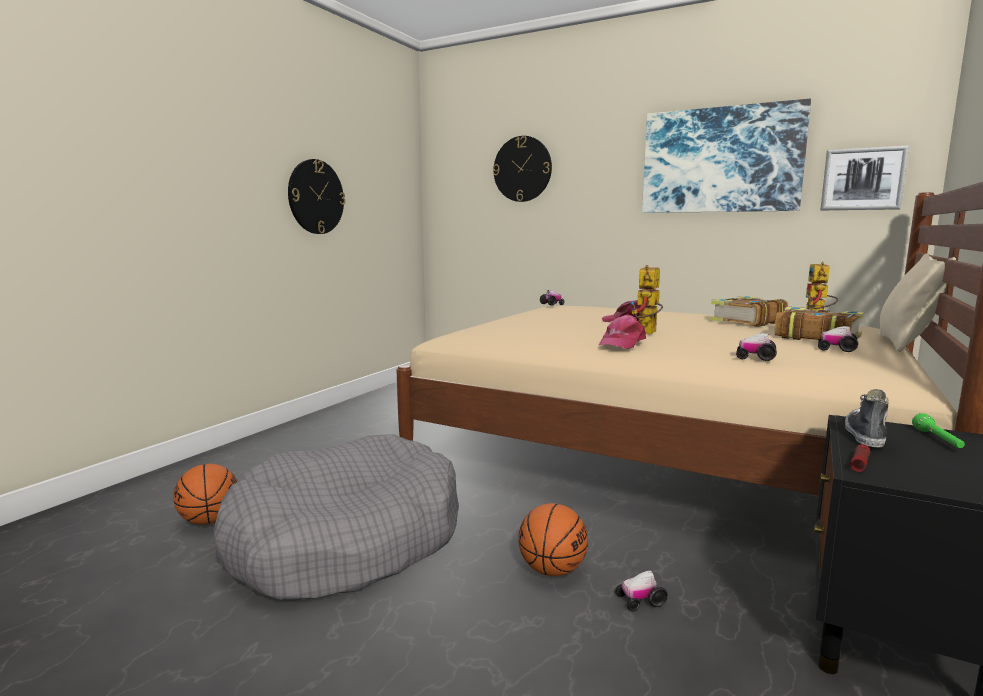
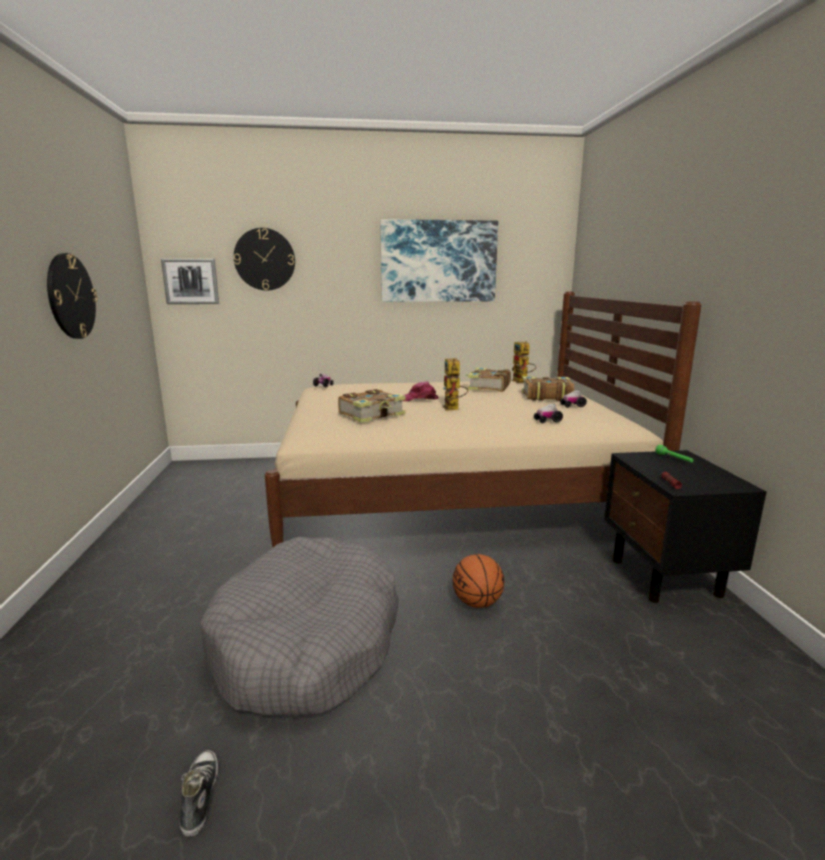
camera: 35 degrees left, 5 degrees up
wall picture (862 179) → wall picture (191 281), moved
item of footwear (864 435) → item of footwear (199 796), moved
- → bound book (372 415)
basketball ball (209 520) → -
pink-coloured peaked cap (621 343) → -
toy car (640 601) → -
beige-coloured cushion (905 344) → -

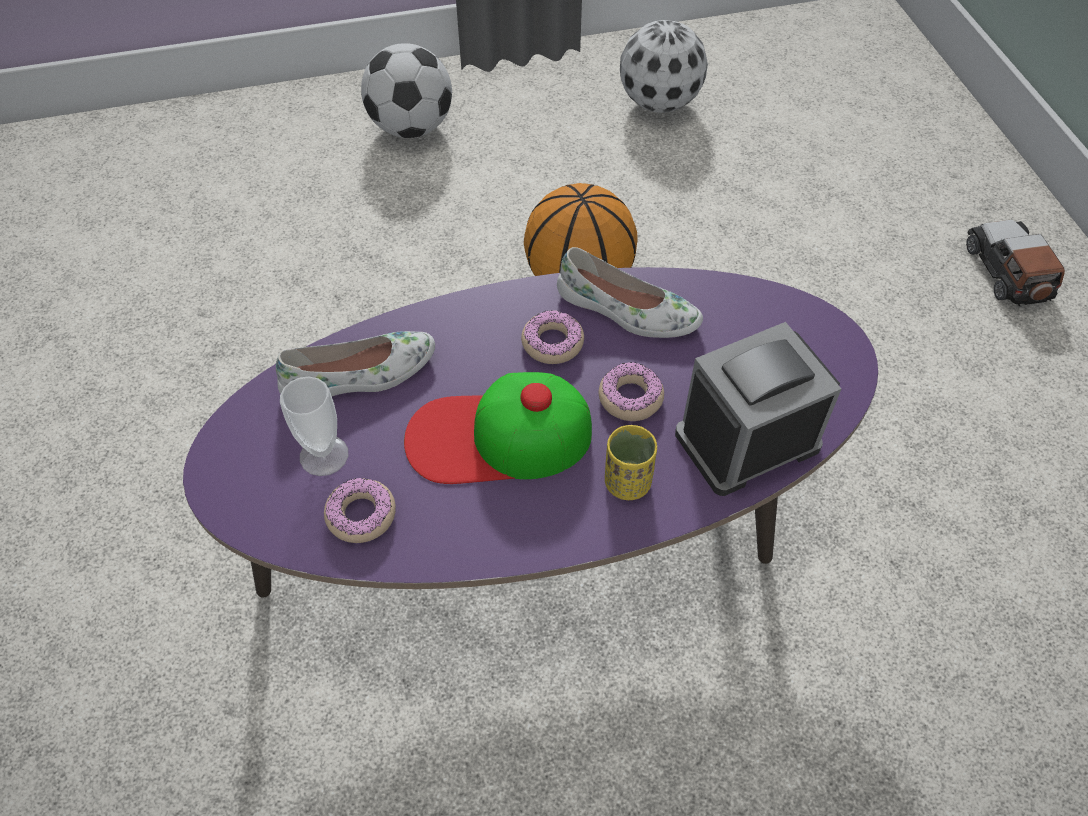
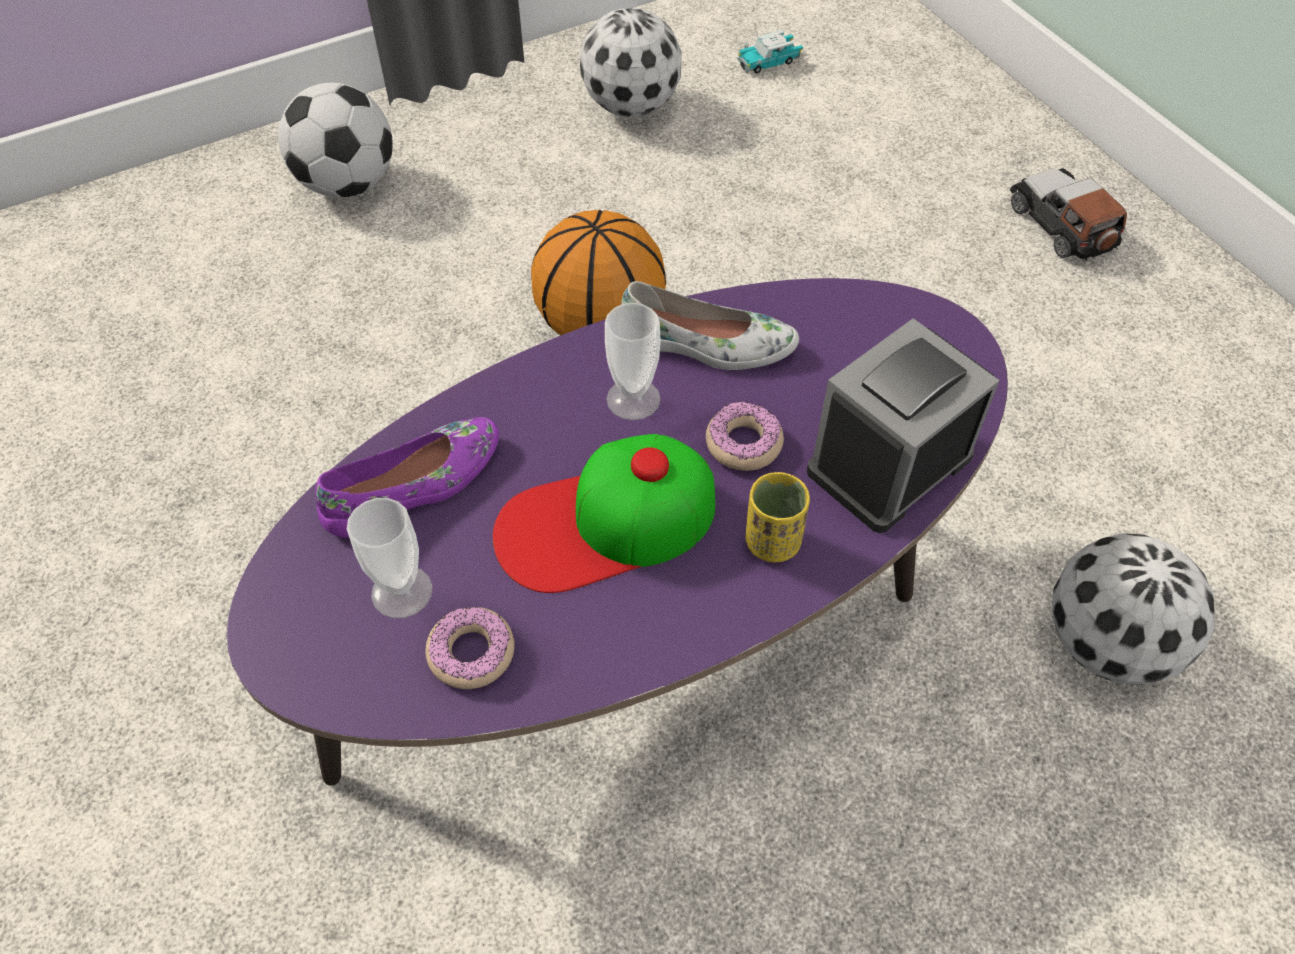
camera: 15 degrees left, 0 degrees up
whitish item of footwear (360 376) → purple-coloured item of footwear (415 486)
doughnut (552 343) → small cup (633 399)
- → toy car (769 62)
- → football (1108 645)

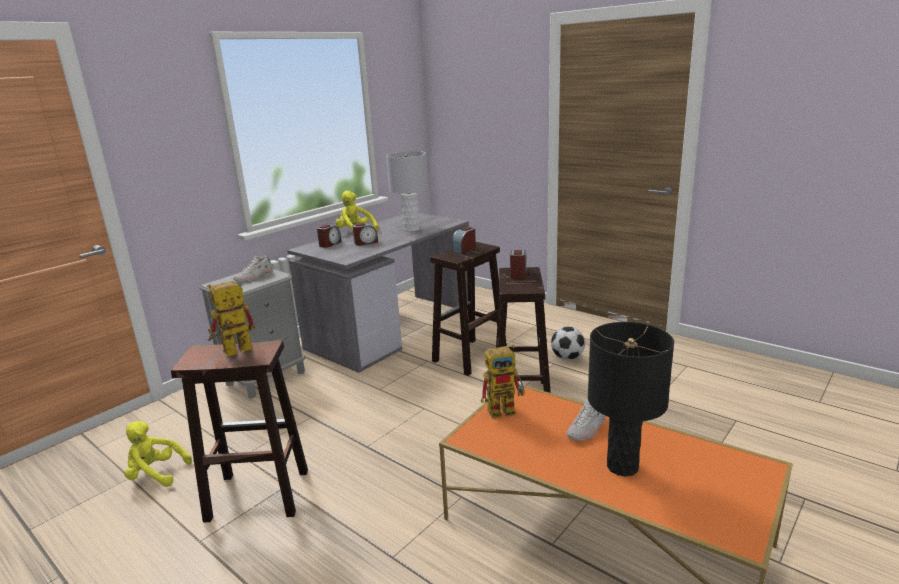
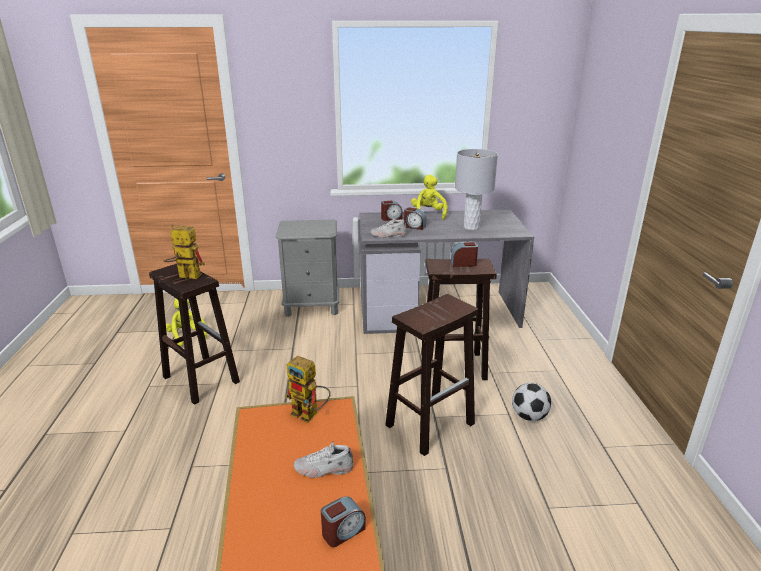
camera: 45 degrees right, 5 degrees up
table clock (518 273) → table clock (343 531), moved
whitish item of footwear (254 278) → whitish item of footwear (388 235), moved
black-coloured lamp for a table (621 466) → -

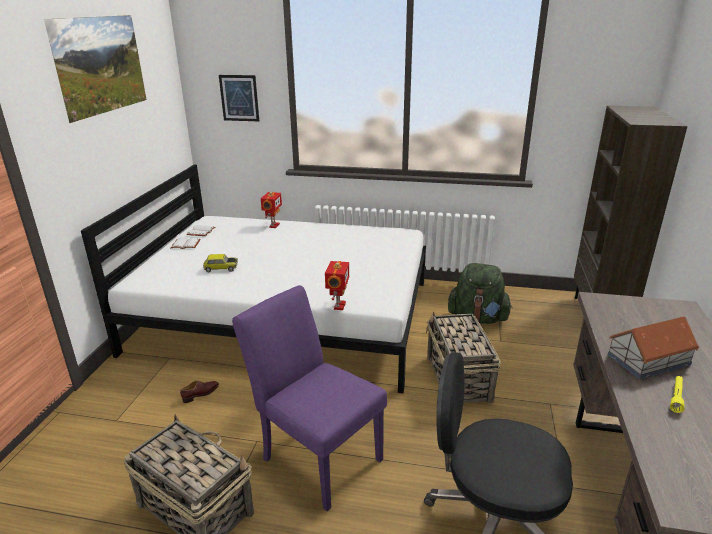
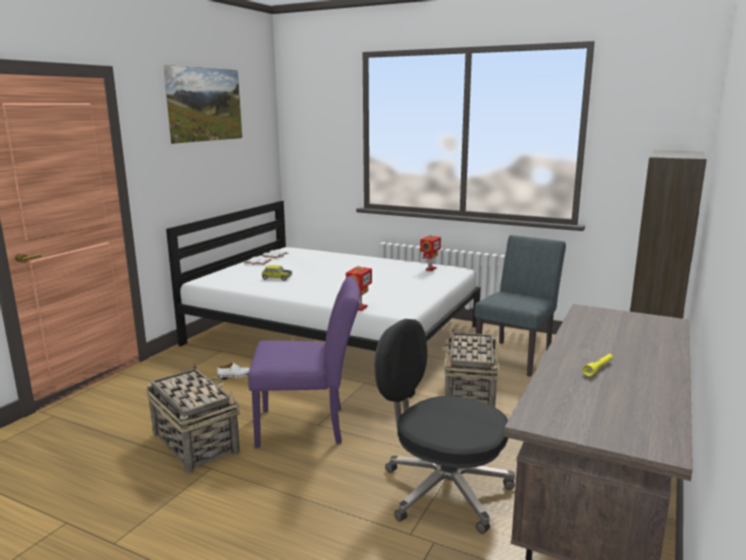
camera: 15 degrees right, 10 degrees down
brown-coloured item of footwear (201 394) → whitish item of footwear (235 376)
purple-coloured upright chair (315 455) → purple-coloured upright chair (309 426), 120 degrees clockwise
robot figure (273 225) → robot figure (430 269), moved
green-coloured backpack (477 318) → greyish upright chair (516 356)
wall picture (239 98) → -
model house (649 360) → -

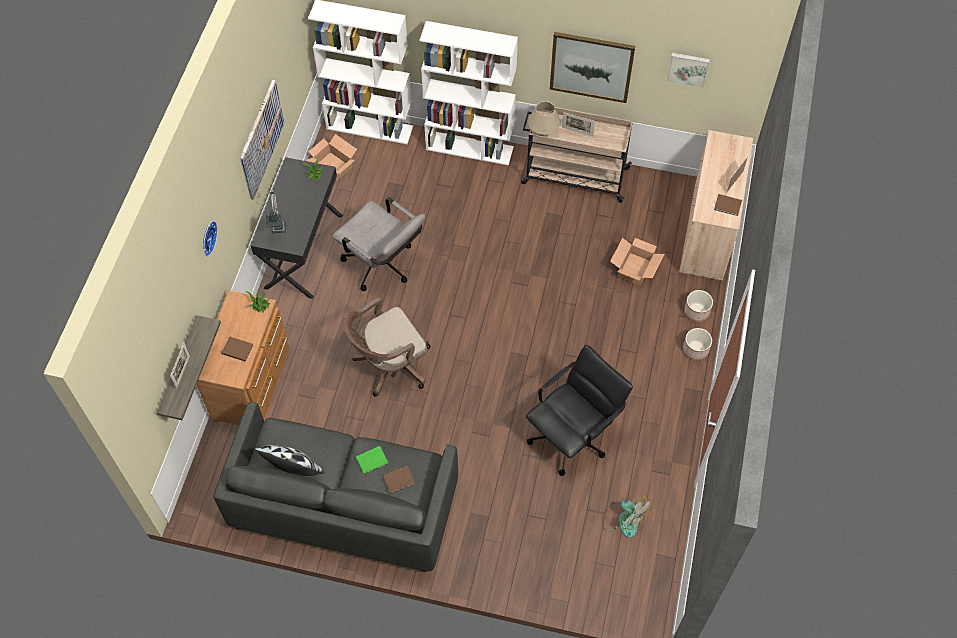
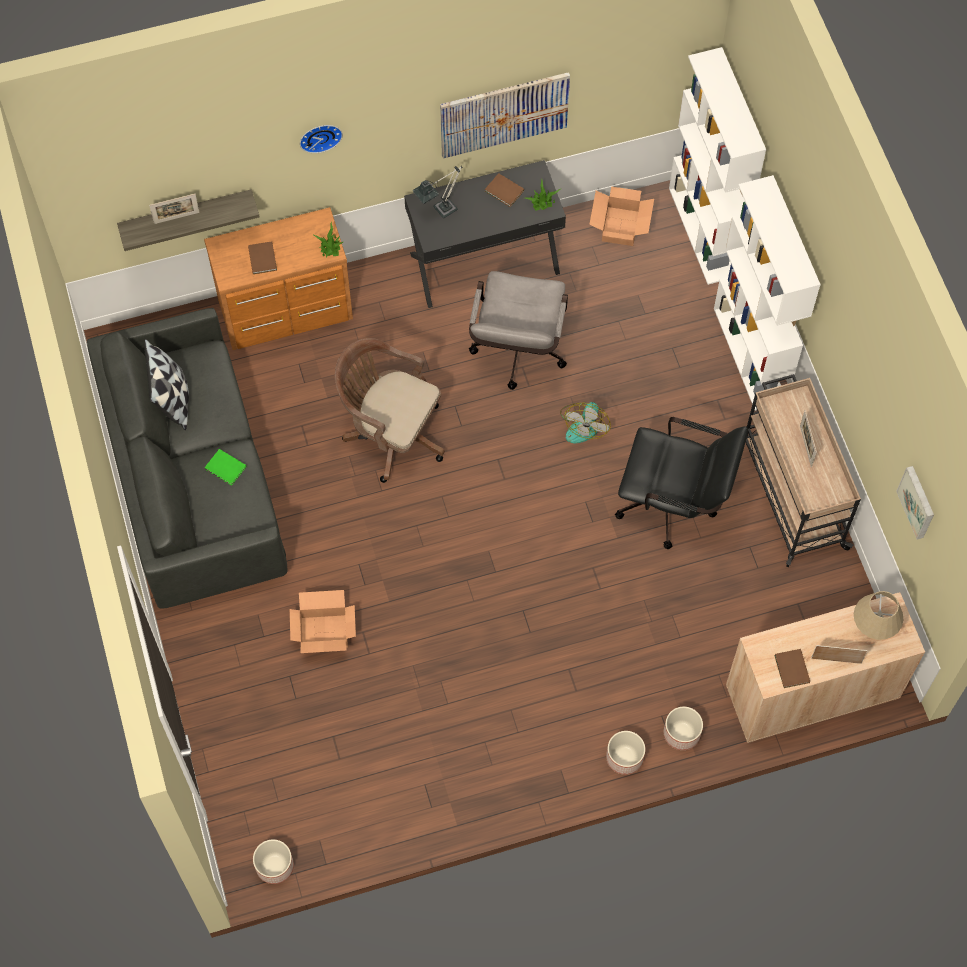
camera: 60 degrees right, 5 degrees up
- → planter (274 865)
carton (635 269) → carton (325 633), moved
brown-coloured bound book (399 480) → brown-coloured bound book (504 192), moved
electric fan (623 519) → electric fan (584 424), moved
black-coloured computer chair (573 435) → black-coloured computer chair (674 505), moved
beige-coloured lamp for a table (543 135) → beige-coloured lamp for a table (873 628), moved
wall picture (591 66) → -

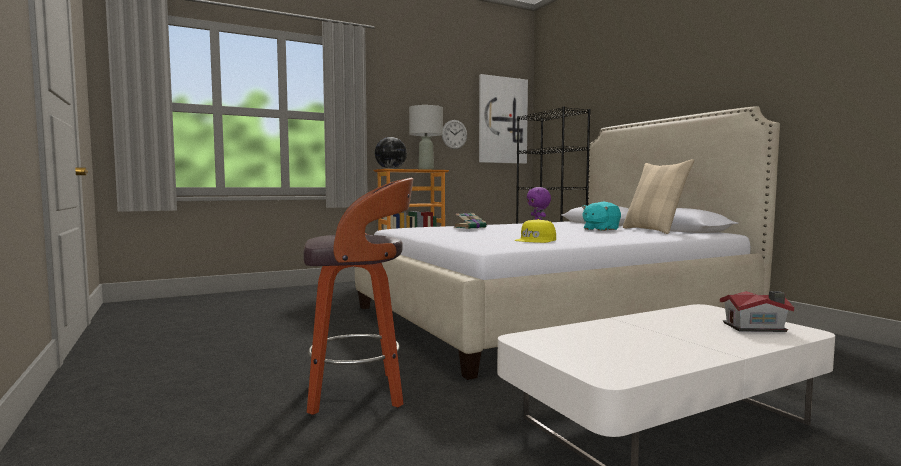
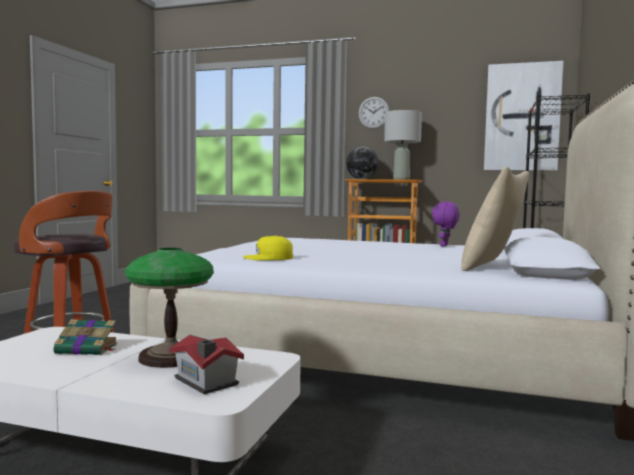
camera: 45 degrees right, 0 degrees up
bound book (470 227) → bound book (87 349), moved
- → lamp for a table (171 357)
clock on the wall (454 134) → clock on the wall (373 112), moved
turquoise-coloured plush toy (600 229) → -

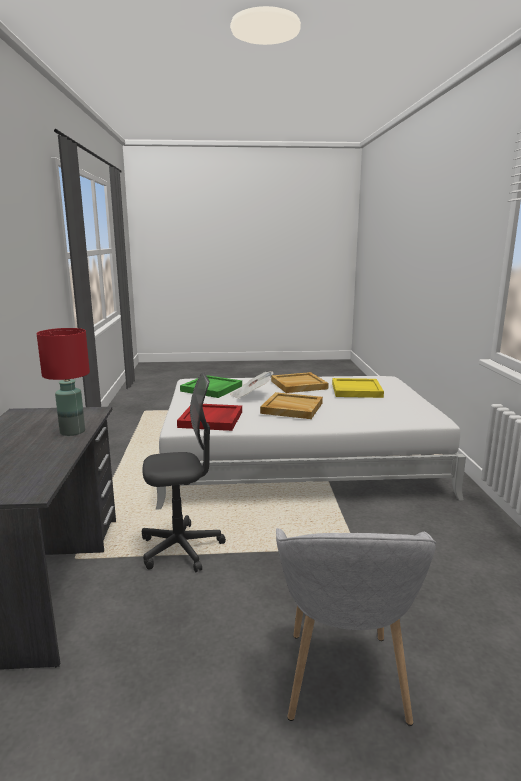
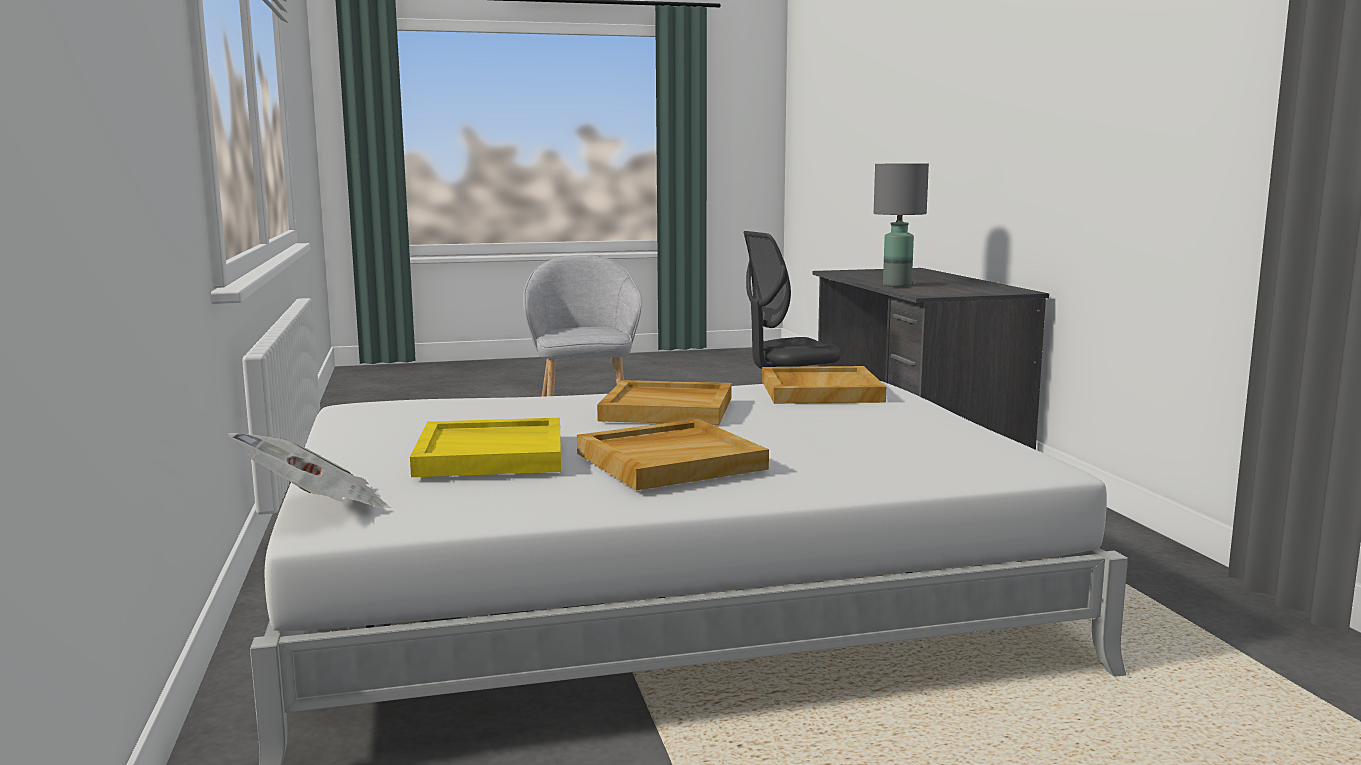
camera: 170 degrees right, 5 degrees down
newspaper (251 396) → newspaper (316 508), moved
reddish carrying tray (211 420) → beige-coloured carrying tray (819 391)
reddish lamp for a table (73 432) → greyish lamp for a table (896 285)
green-coloured carrying tray (211 389) → -

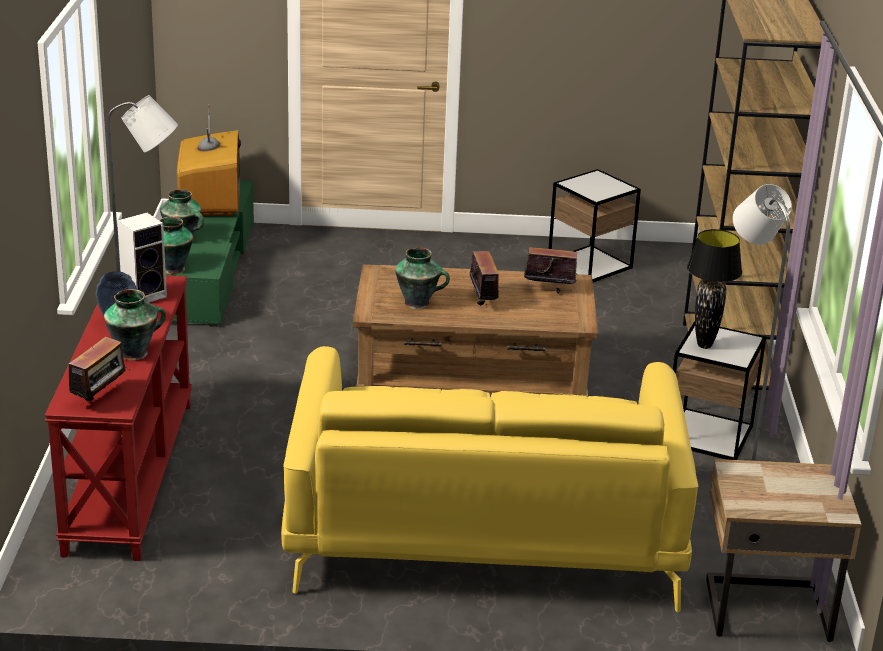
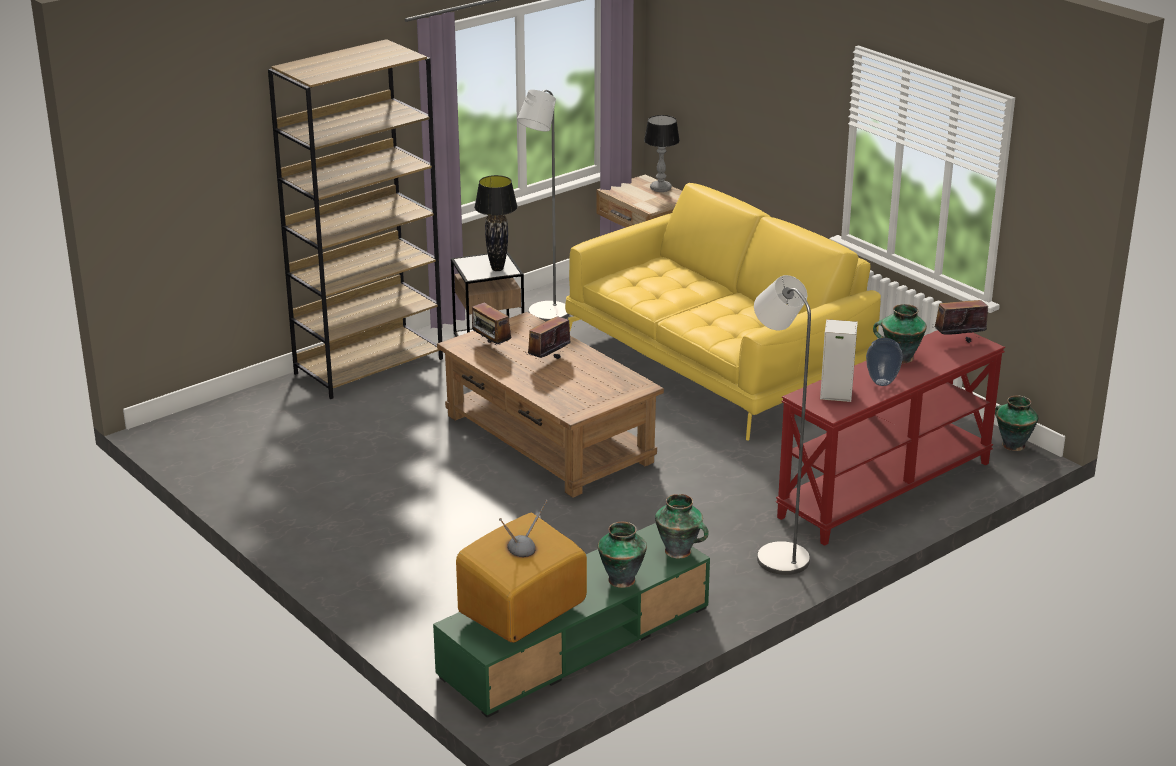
camera: 130 degrees left, 0 degrees up
- → lamp for a table (661 188)
flower vase (418 304) → flower vase (1012 445), moved
end table (590 264) → -

